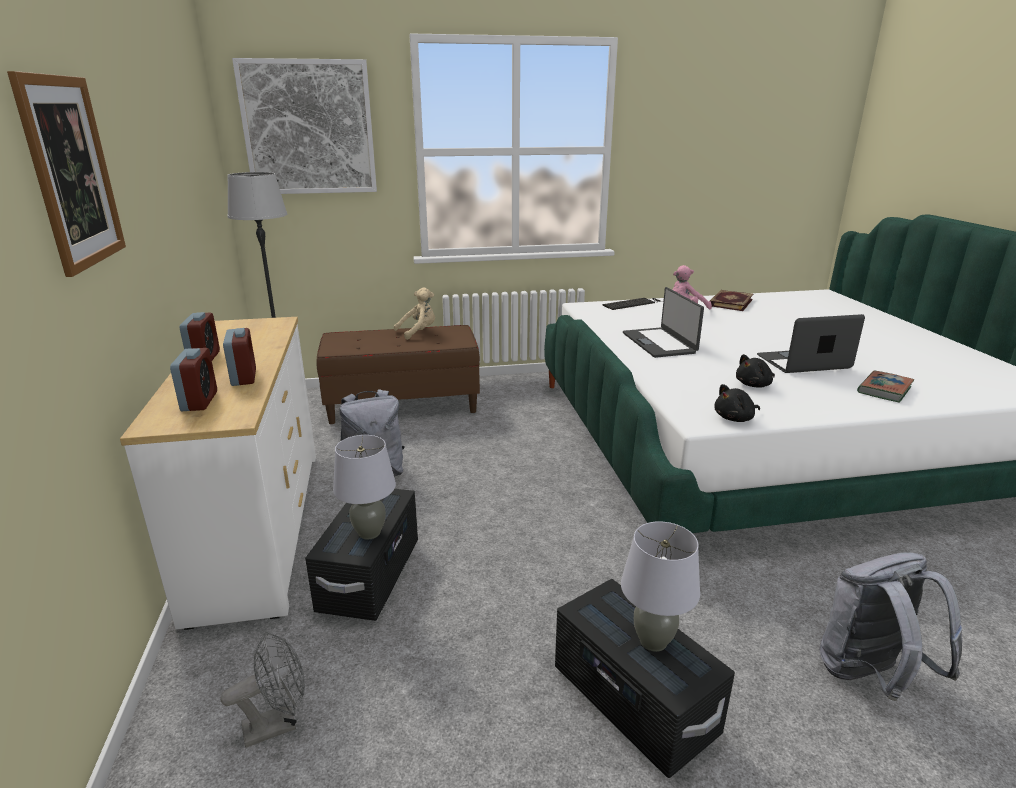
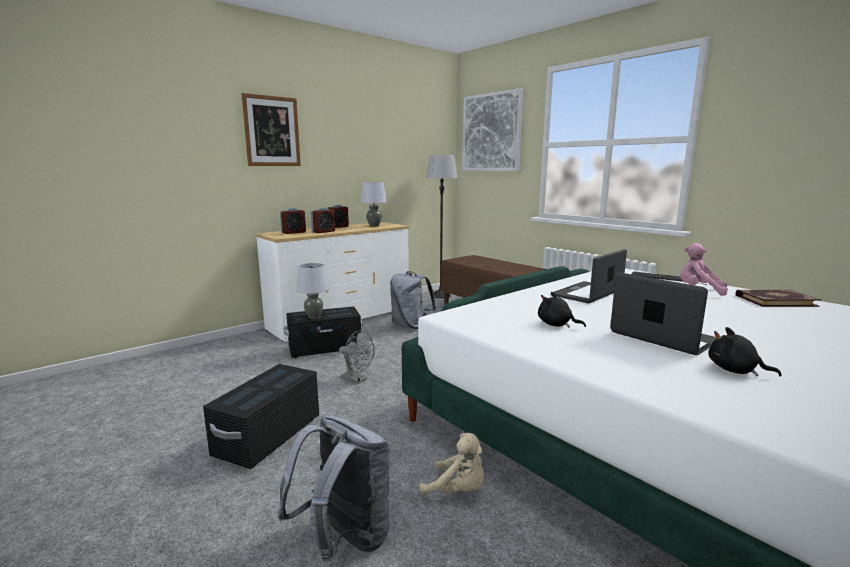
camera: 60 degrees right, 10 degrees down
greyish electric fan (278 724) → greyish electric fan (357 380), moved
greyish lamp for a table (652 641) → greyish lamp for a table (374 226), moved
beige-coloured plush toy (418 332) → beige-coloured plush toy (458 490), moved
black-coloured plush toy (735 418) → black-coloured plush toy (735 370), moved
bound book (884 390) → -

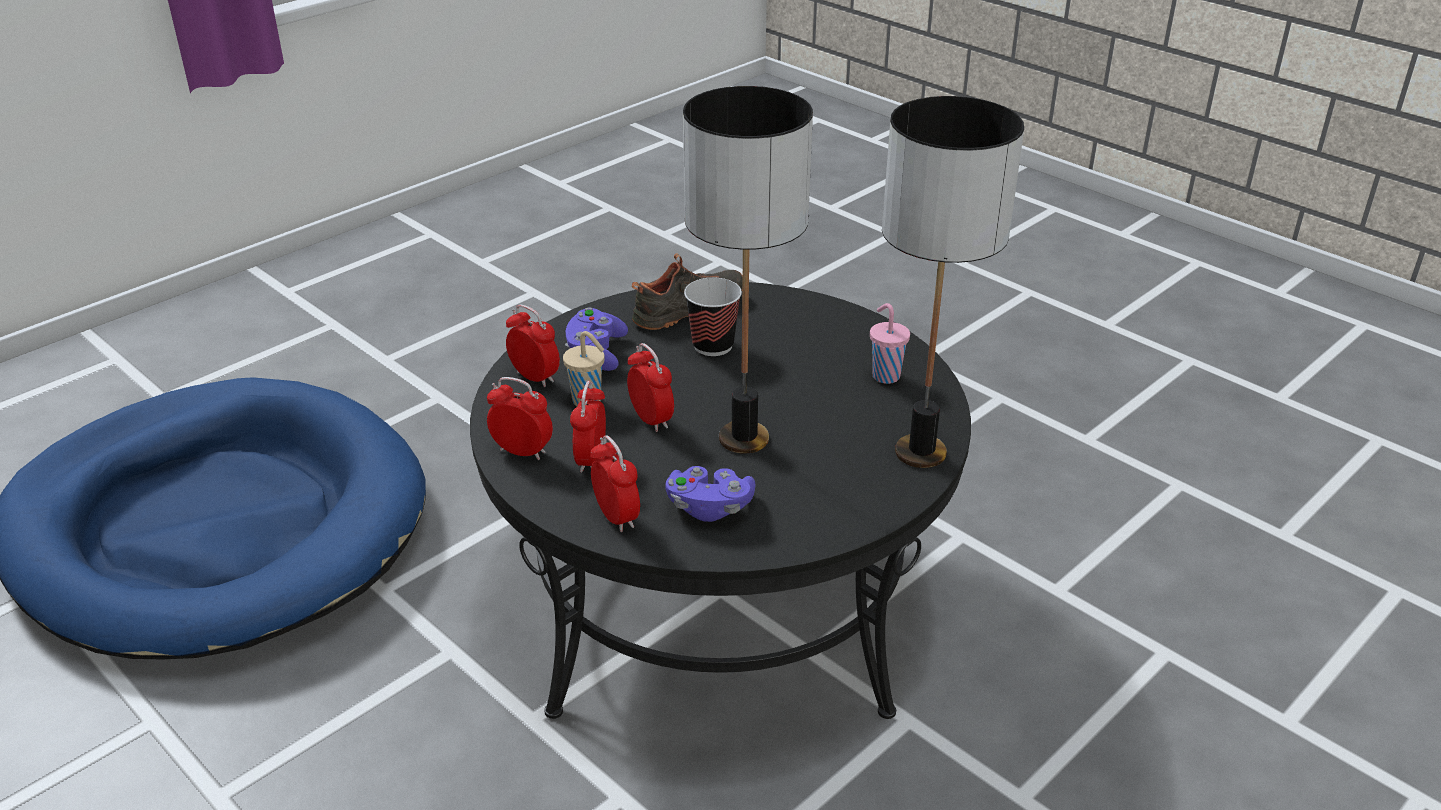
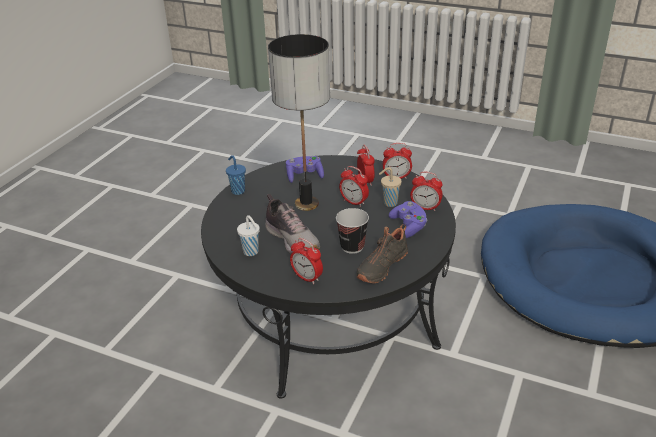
camera: 160 degrees right, 0 degrees up
- → bluish small cup (237 191)
pink-coloured small cup (885 375) → whitish small cup (251 252)
- → item of footwear (292 239)
table clock (616 517) → table clock (307 278), moved
lamp for a table (919 453) → -

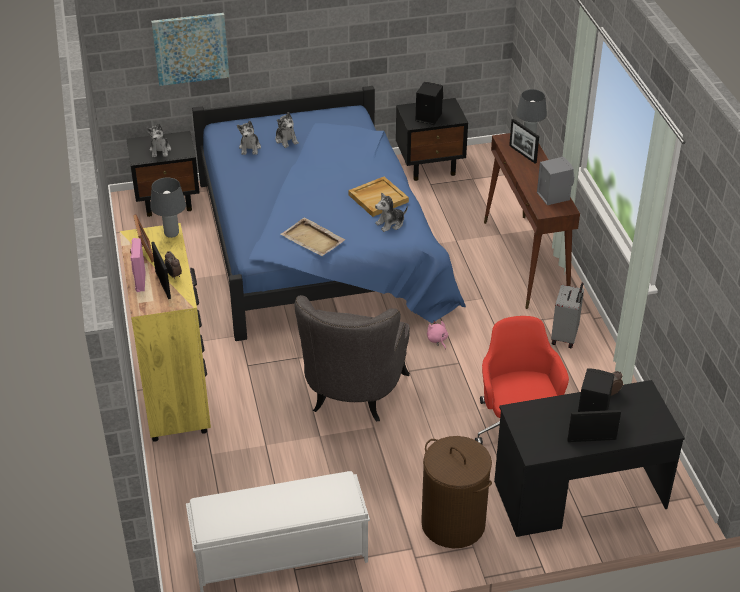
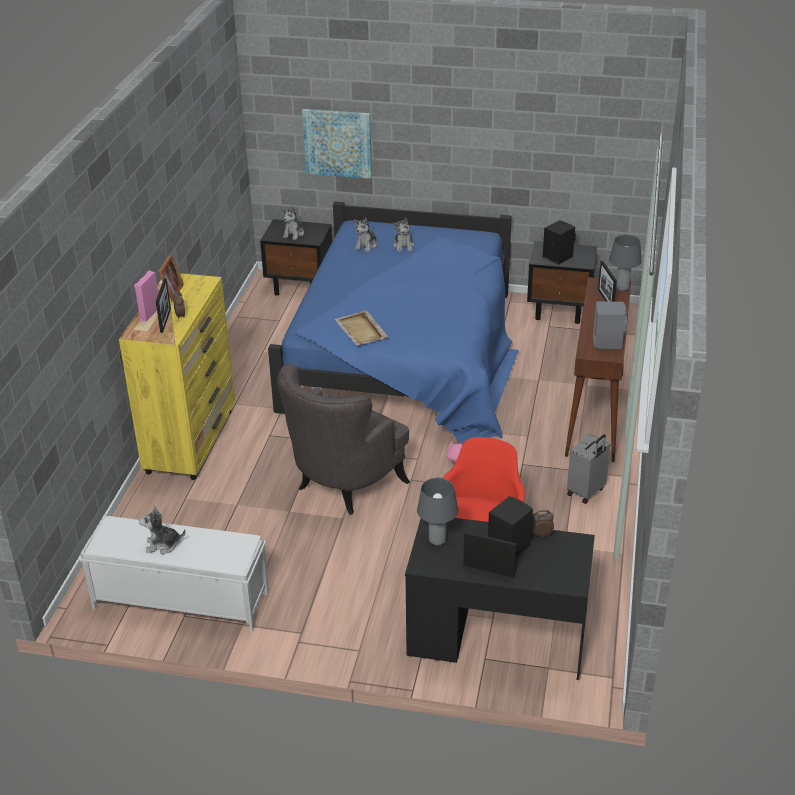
camera: 25 degrees right, 5 degrees down
plush toy (390 224) → plush toy (163 545), moved
greyish lamp for a table (171 234) → greyish lamp for a table (436 541), moved
beige-coloured carrying tray (378 198) → -
brown-coloured washing basket (453 524) → -

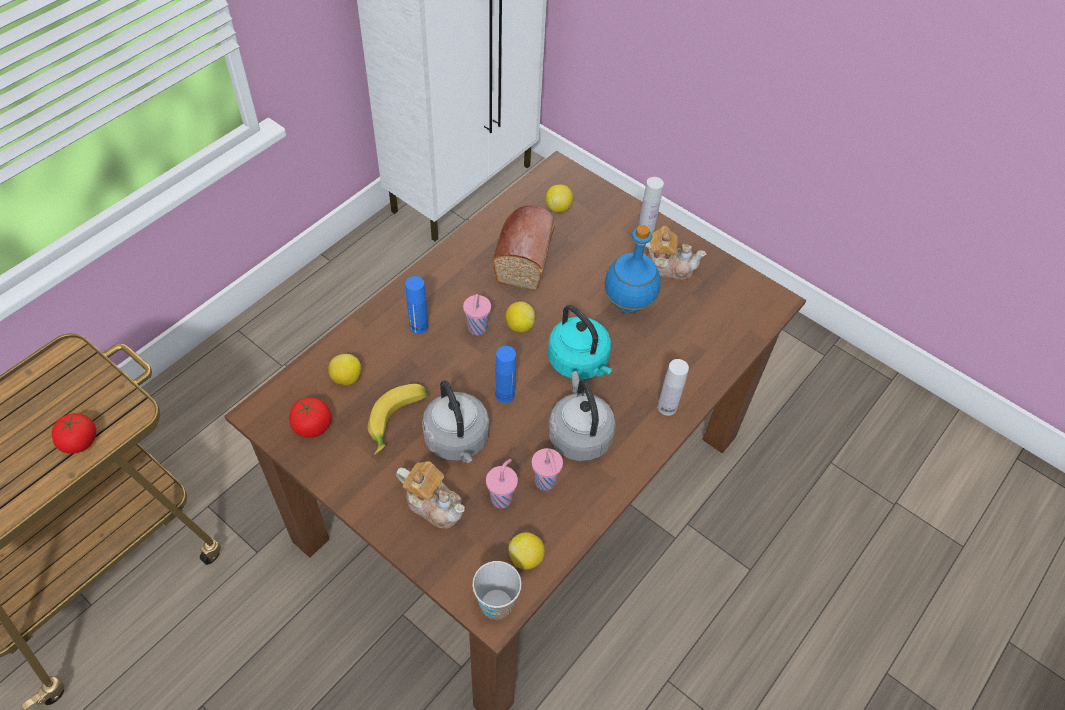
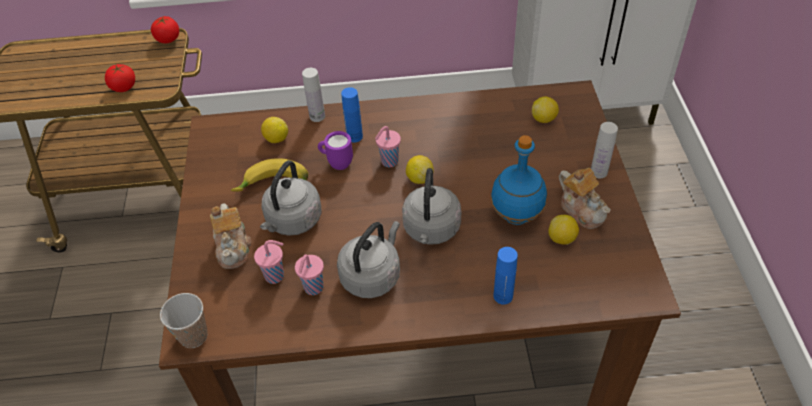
camera: 50 degrees right, 5 degrees down
fresh tomato (313 426) → fresh tomato (168 39), moved
whitish drink bottle (667 407) → whitish drink bottle (317 116), moved
- → purple-coloured mug (337 163)
turquoise-coloured water kettle (580 363) → greyish water kettle (431 230)
bluish drink bottle (505 394) → bluish drink bottle (503 296), moved
citrus fruit (526 558) → citrus fruit (562 239), moved
bakery bread (525 254) → -

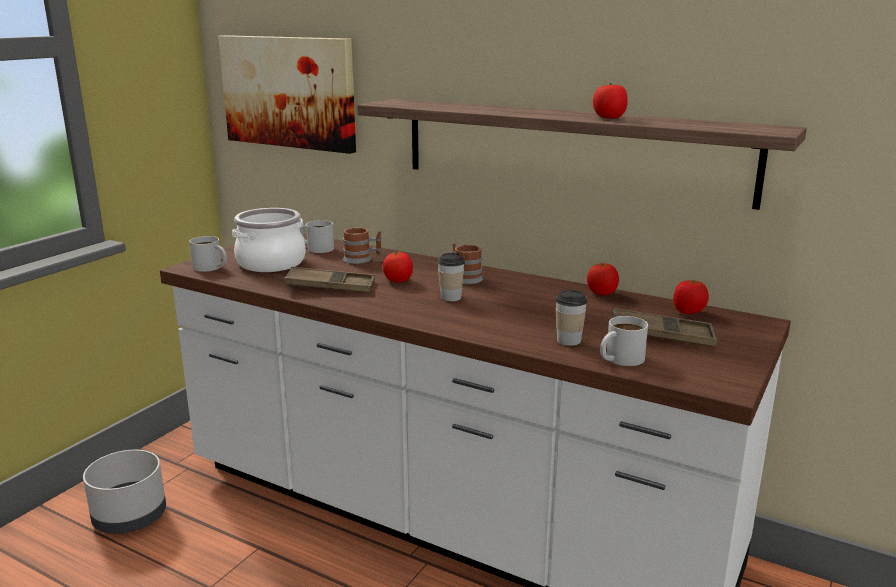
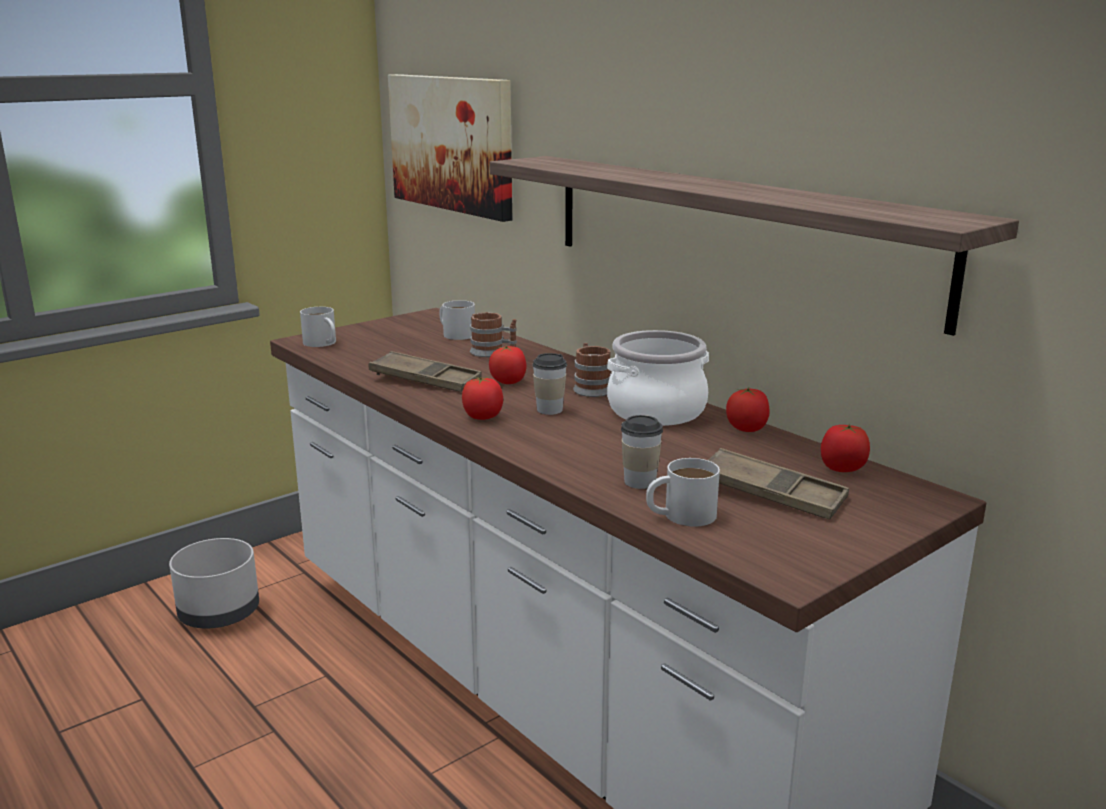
camera: 20 degrees right, 0 degrees up
fresh tomato (609 118) → fresh tomato (483 417), moved
stockpot (271 263) → stockpot (657 411), moved

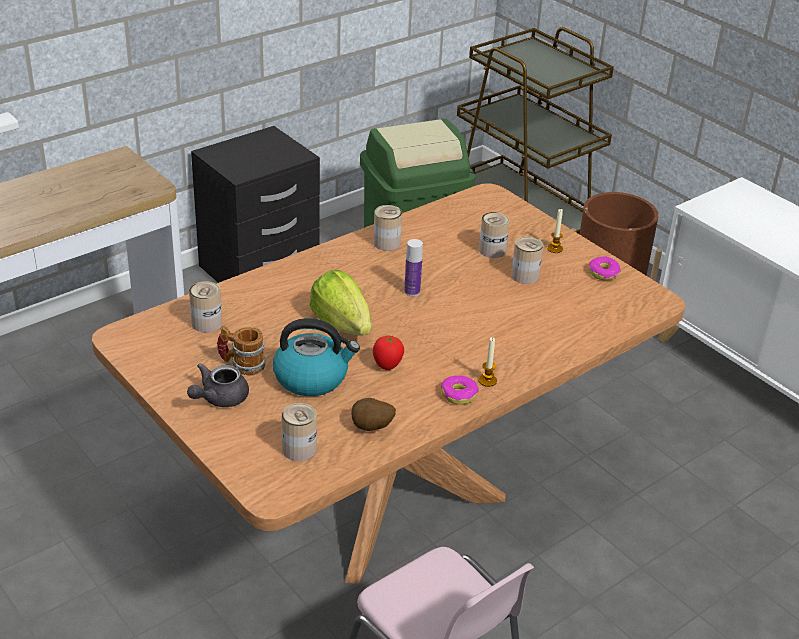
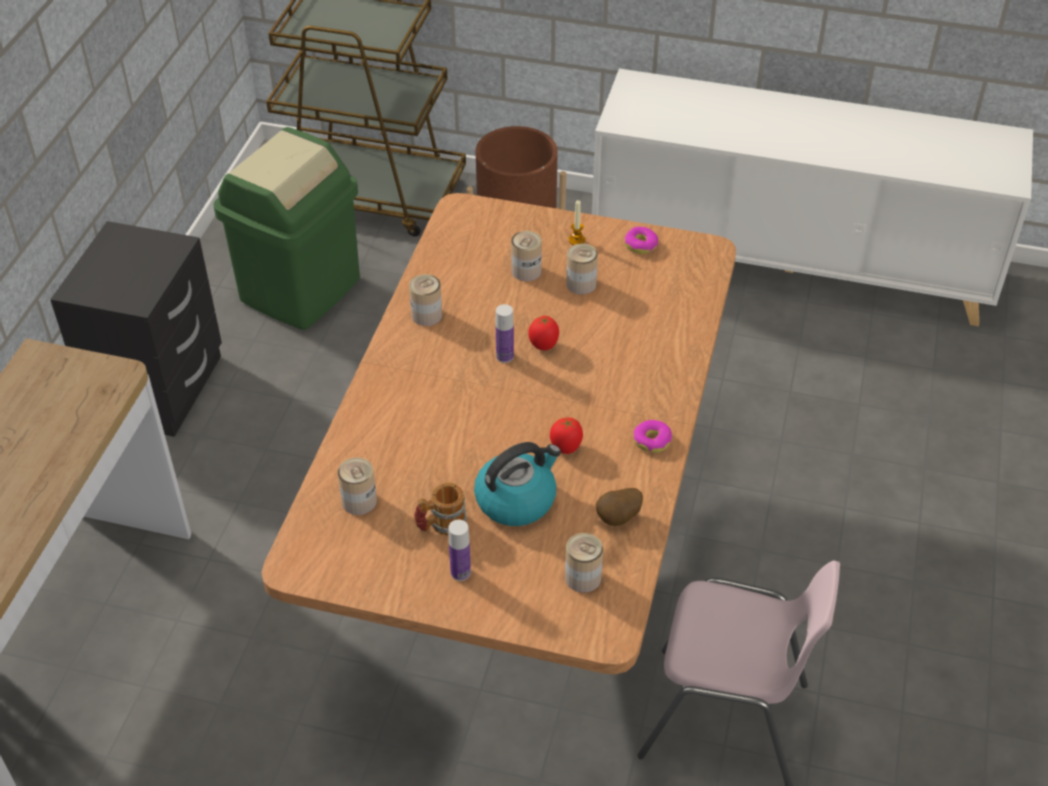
camera: 35 degrees left, 10 degrees up
greyish teapot (219 398) → drink bottle (460 572)
- → fresh tomato (544 346)
head of lettuce (342 324) → -
candle (487 381) → -

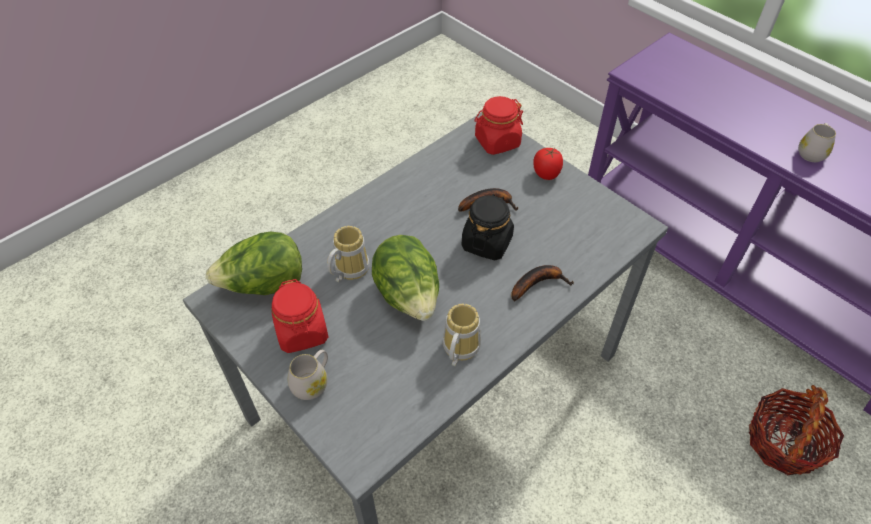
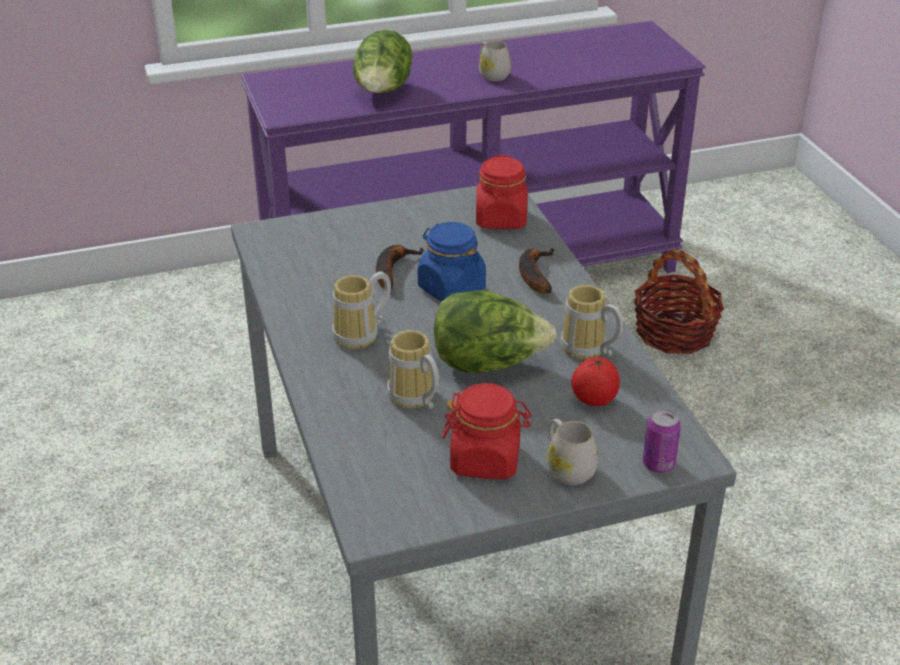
camera: 65 degrees left, 15 degrees down
- → mug (362 335)
head of lettuce (264 285) → head of lettuce (383 93), moved
black-coloured jar (487 242) → bluish jar (451 288)
reddish jar (497 142) → reddish jar (501 219), moved
fresh tomato (546 174) → fresh tomato (593 400), moved
- → metal can (658 464)

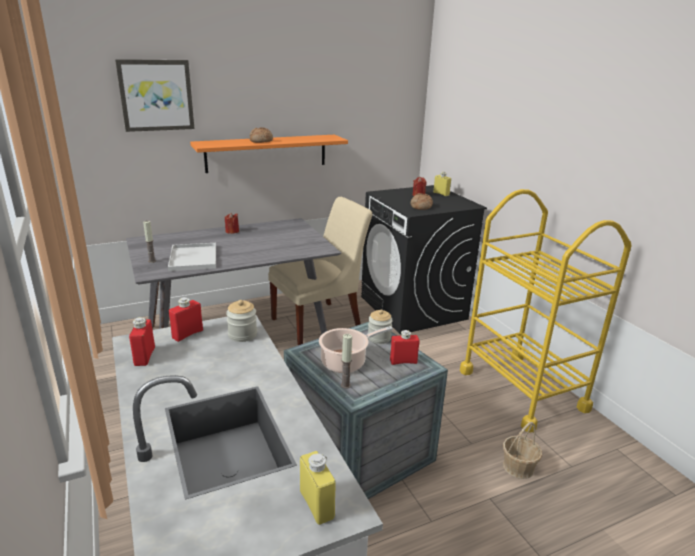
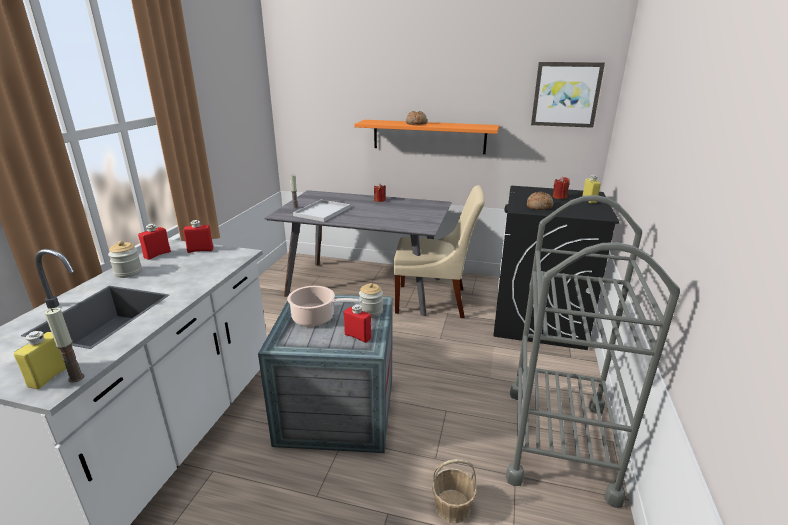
camera: 40 degrees right, 0 degrees up
candle (345 385) → candle (76 378), moved
jar (242 335) → jar (128 272), moved
yellow-coloured wheeled cart (522 389) → greyish wheeled cart (559 441)
wall picture (156 95) → wall picture (566 94), moved

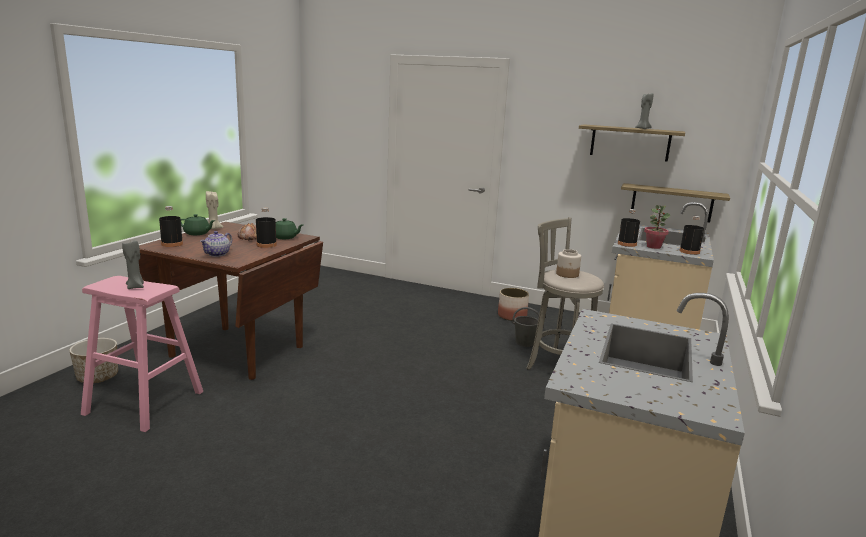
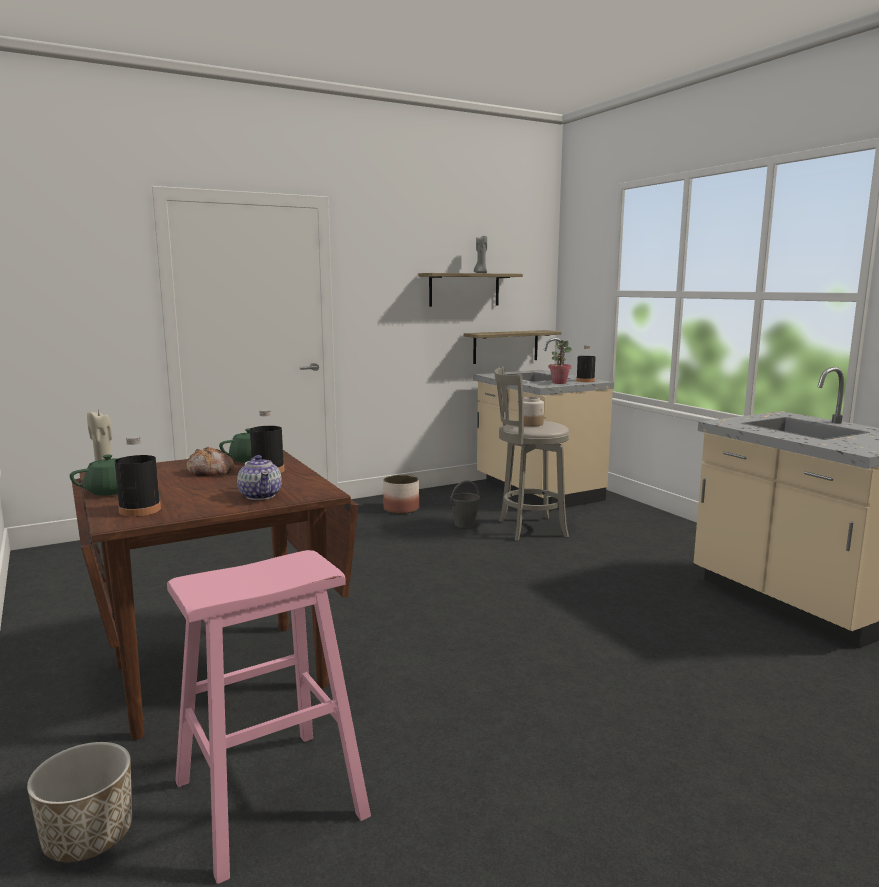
camera: 50 degrees left, 5 degrees down
greyish candle (136 287) → -
black-coloured drink bottle (627 244) → -

